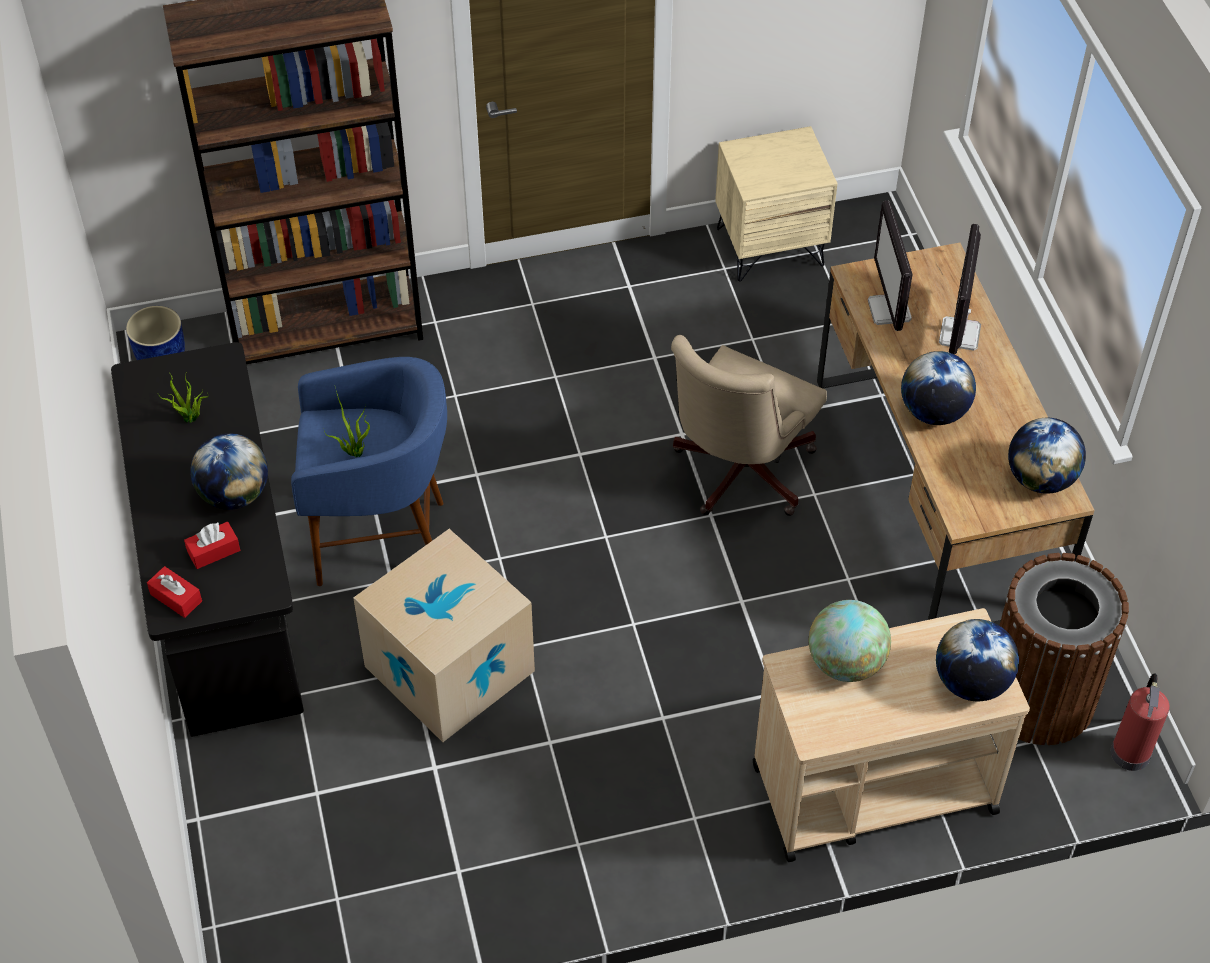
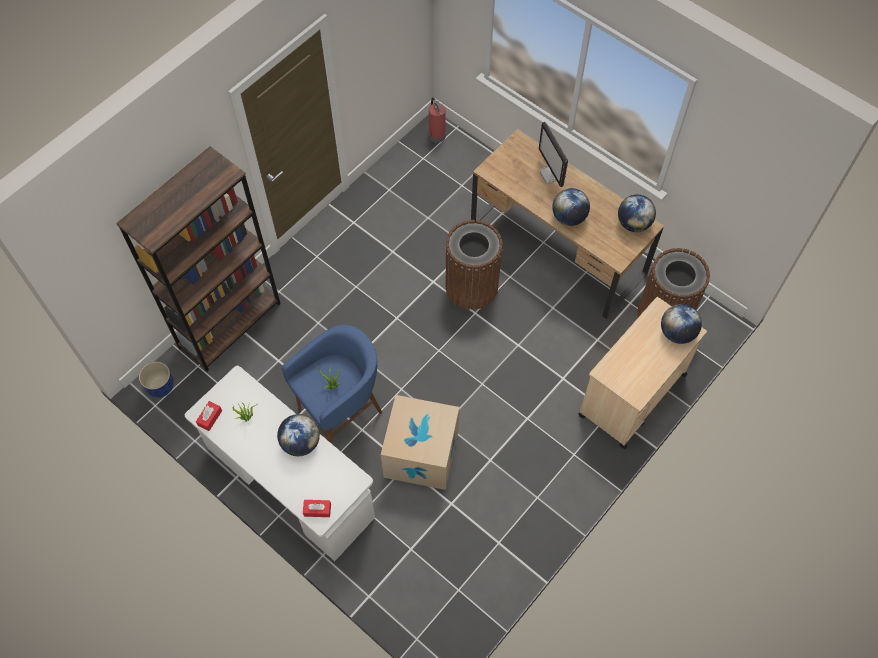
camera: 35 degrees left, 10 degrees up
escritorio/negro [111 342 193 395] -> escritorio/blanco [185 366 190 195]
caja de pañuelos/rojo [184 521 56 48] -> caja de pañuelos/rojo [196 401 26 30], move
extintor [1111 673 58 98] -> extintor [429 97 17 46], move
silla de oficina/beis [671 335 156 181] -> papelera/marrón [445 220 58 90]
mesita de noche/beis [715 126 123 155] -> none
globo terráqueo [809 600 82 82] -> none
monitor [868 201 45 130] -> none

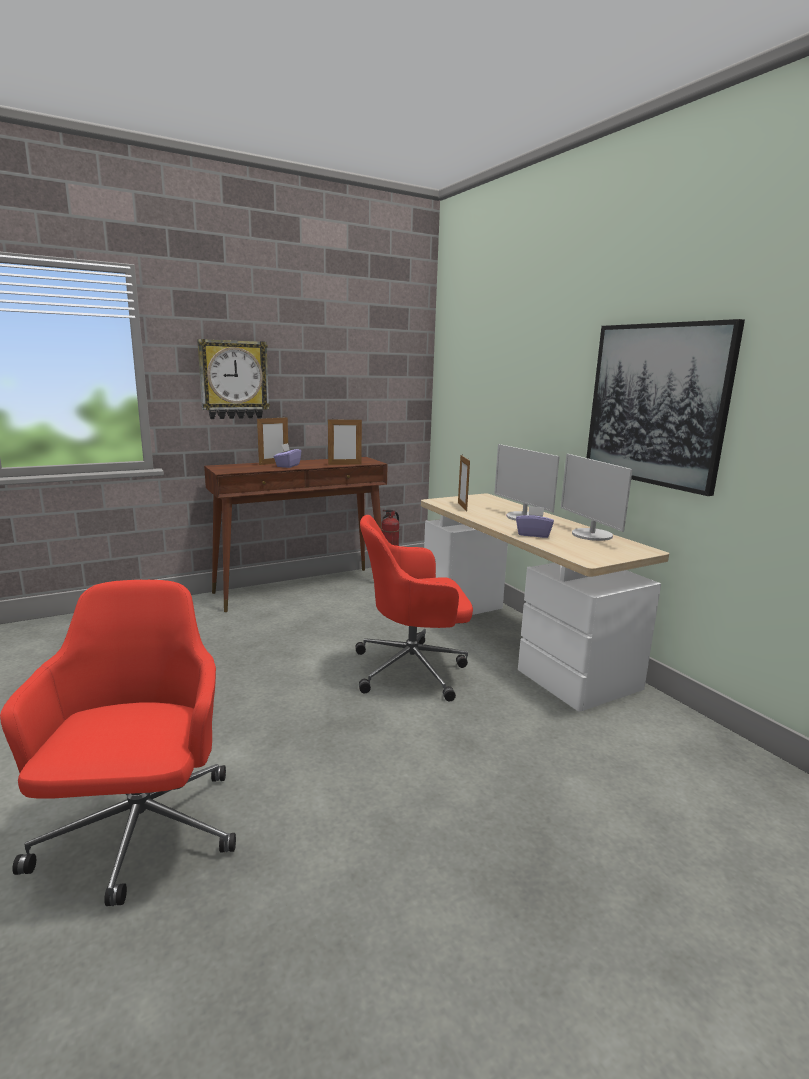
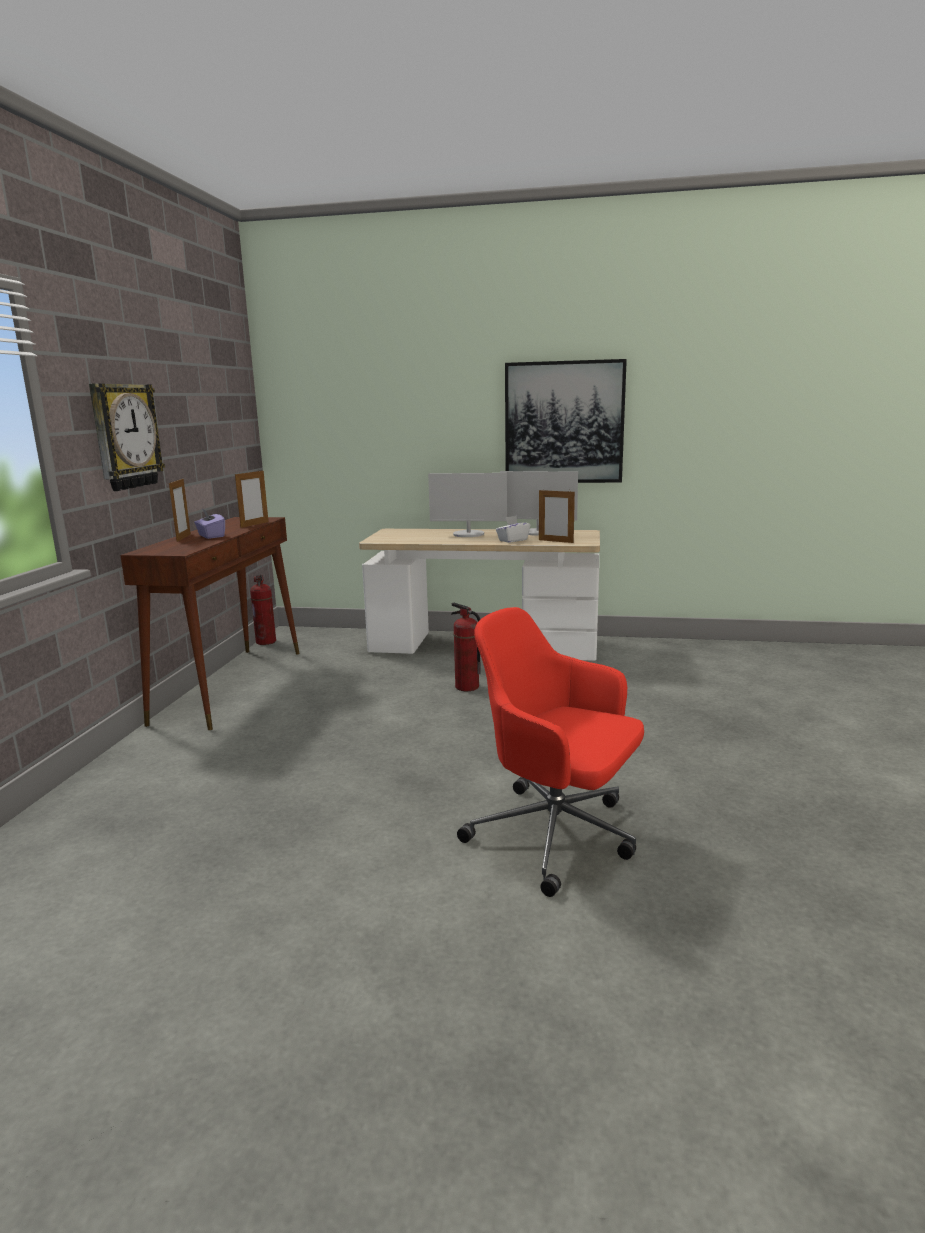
camera: 50 degrees left, 0 degrees up
silla de oficina/rojo [355 515 118 187] -> extintor [451 602 30 89]
caja de pañuelos/morado [516 506 38 32] -> caja de pañuelos/blanco [496 516 34 27]
portarretratos [458 455 12 57] -> portarretratos [539 489 36 54], move

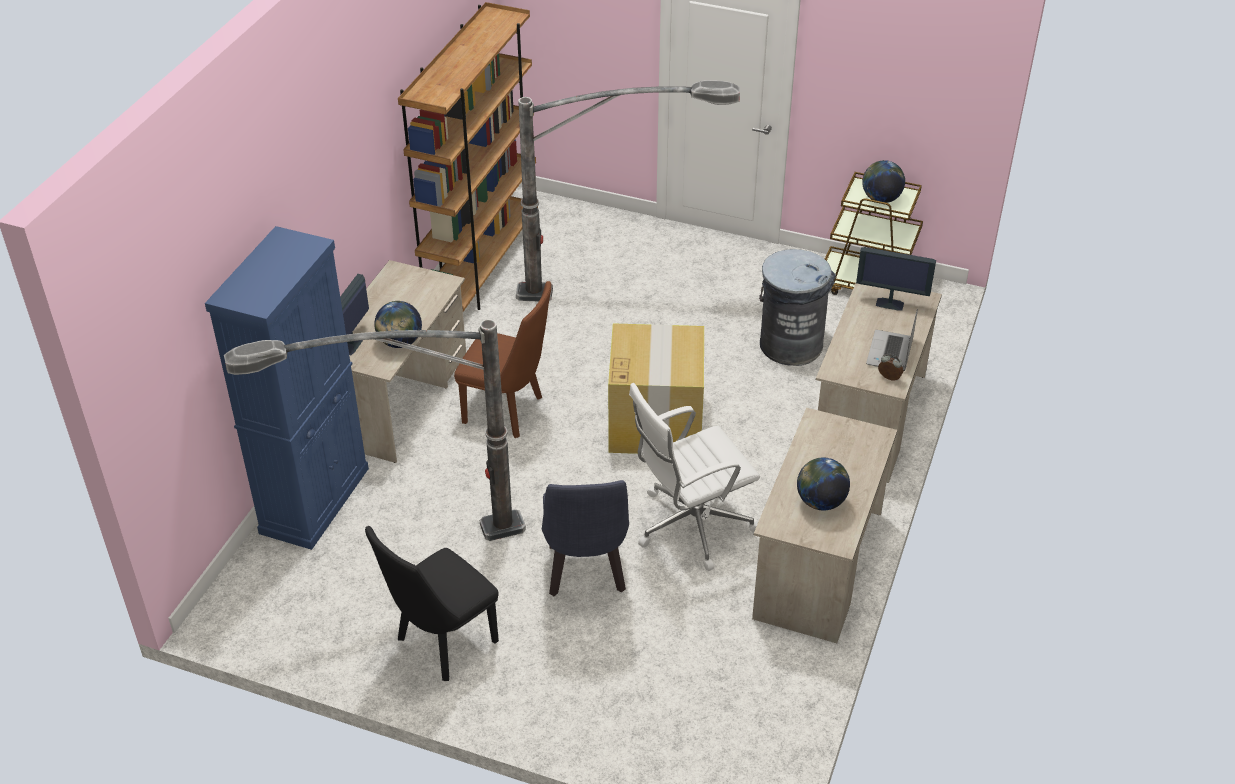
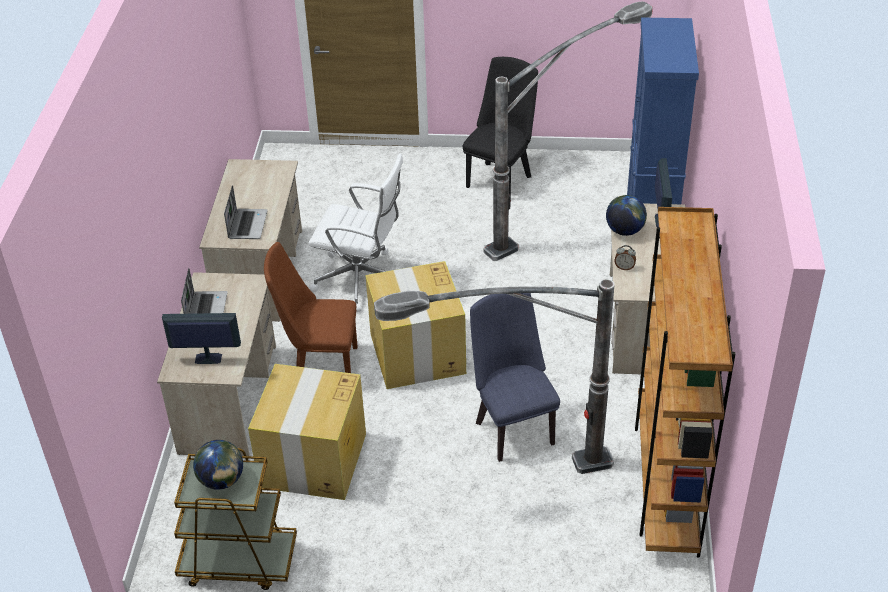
camera: 165 degrees right, 0 degrees up
none -> portátil [224 185 44 54]
papelera/gris [759 249 77 117] -> caja de cartón [248 364 118 136]
silla/marrón [454 281 98 157] -> silla/marrón [264 242 94 131], move
silla de oficina/blanco [629 383 131 188] -> silla de oficina/blanco [308 153 95 159], 60 degrees clockwise
silla/azul [542 480 87 116] -> silla/azul [470 293 90 169], move
despertador [878 354 25 26] -> despertador [614 245 22 25], move
globo terráqueo [797 457 53 54] -> none

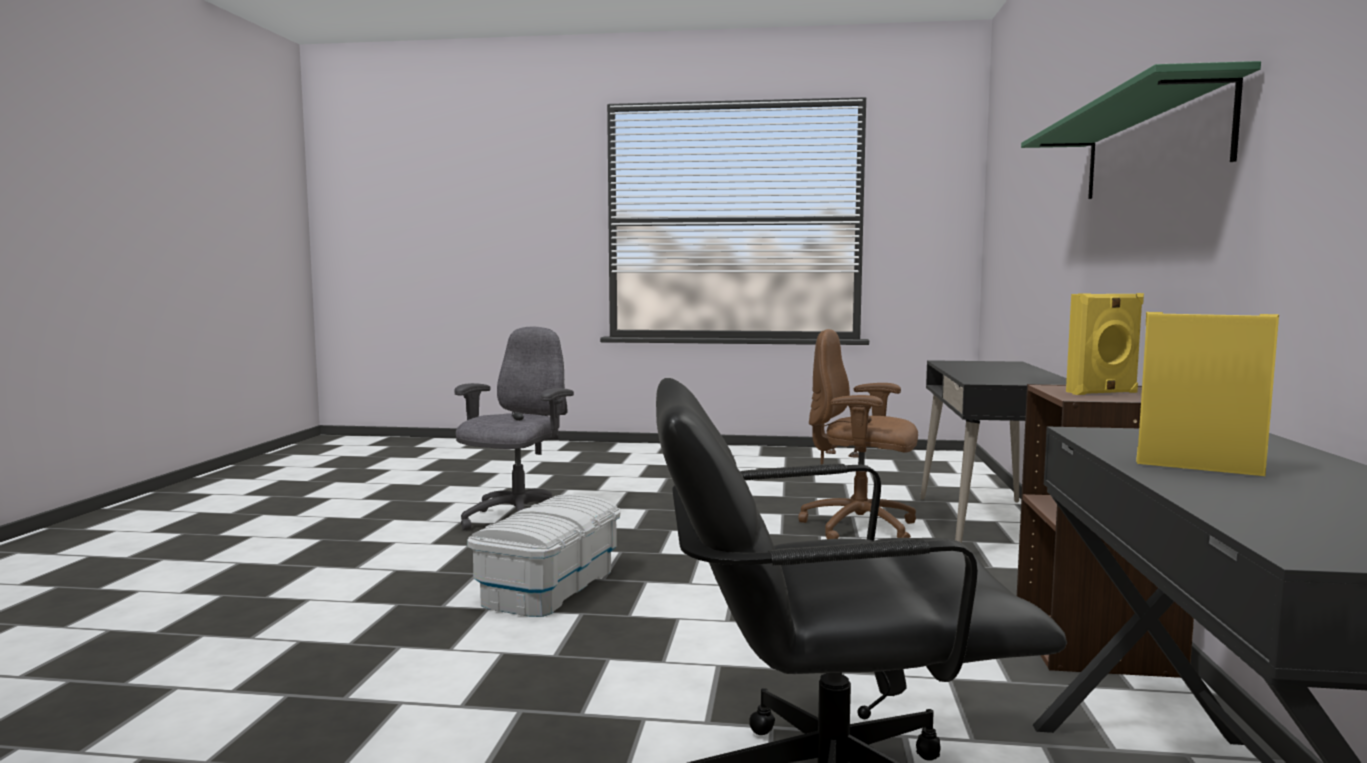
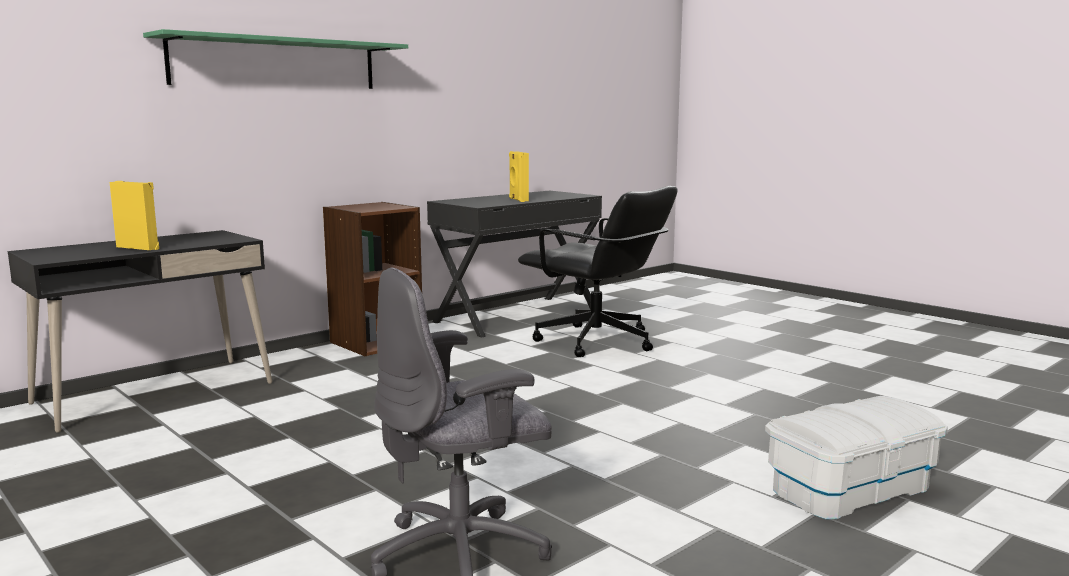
camera: 140 degrees left, 5 degrees up
altavoz/amarillo [1066 293 78 102] -> altavoz/amarillo [110 181 49 69], move
caja de almacenaje/blanco [467 494 154 123] -> caja de almacenaje/blanco [765 396 183 123], move
silla de oficina/marrón [798 329 120 210] -> none

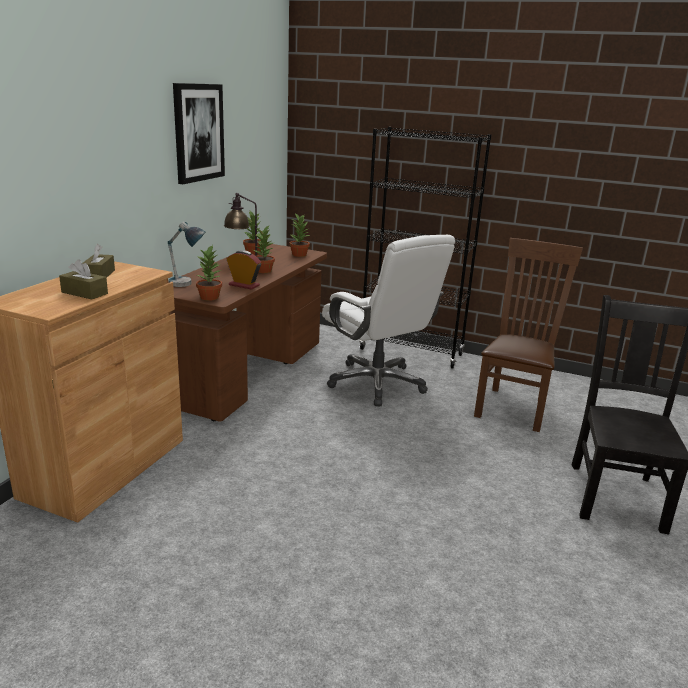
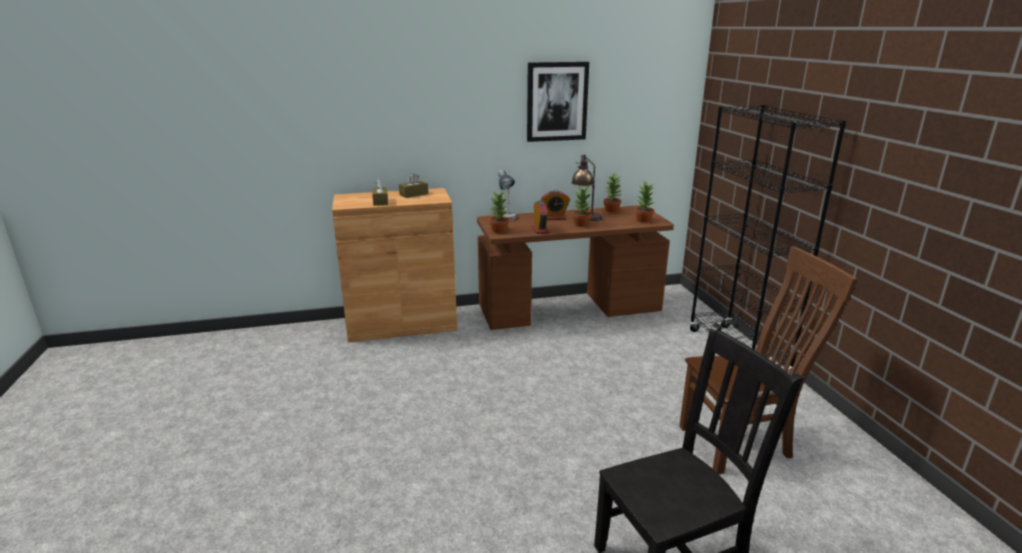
camera: 55 degrees right, 0 degrees up
none -> despertador [541 190 29 30]
silla de oficina/blanco [322 235 133 171] -> none

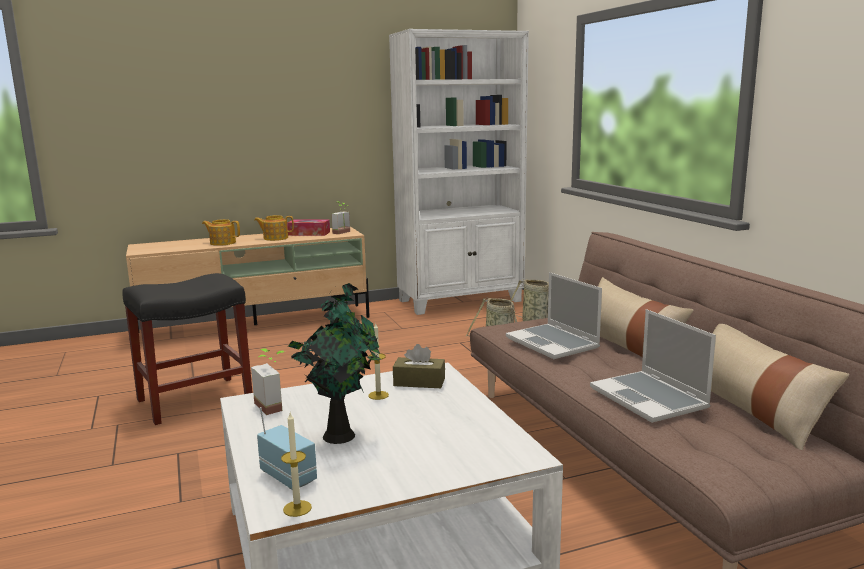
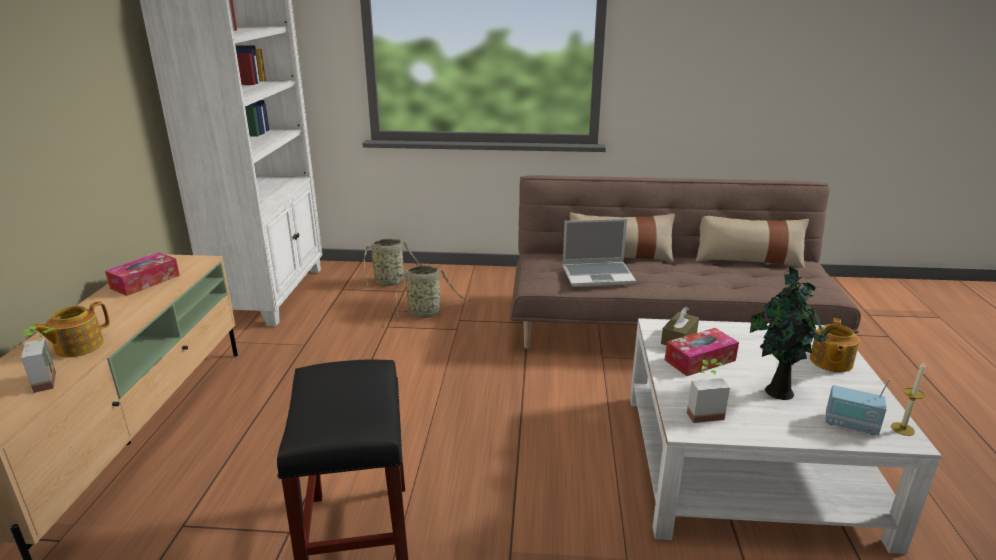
camera: 65 degrees left, 10 degrees up
planta en maceta [331 202 19 32] -> planta en maceta [21 326 35 67], move
vela [368 322 21 78] -> caja de pañuelos [665 328 74 48]
tetera [254 215 40 26] -> tetera [810 318 49 54], move
radio [257 407 60 83] -> radio [825 379 65 57], 135 degrees counterclockwise
portátil [590 309 126 114] -> none

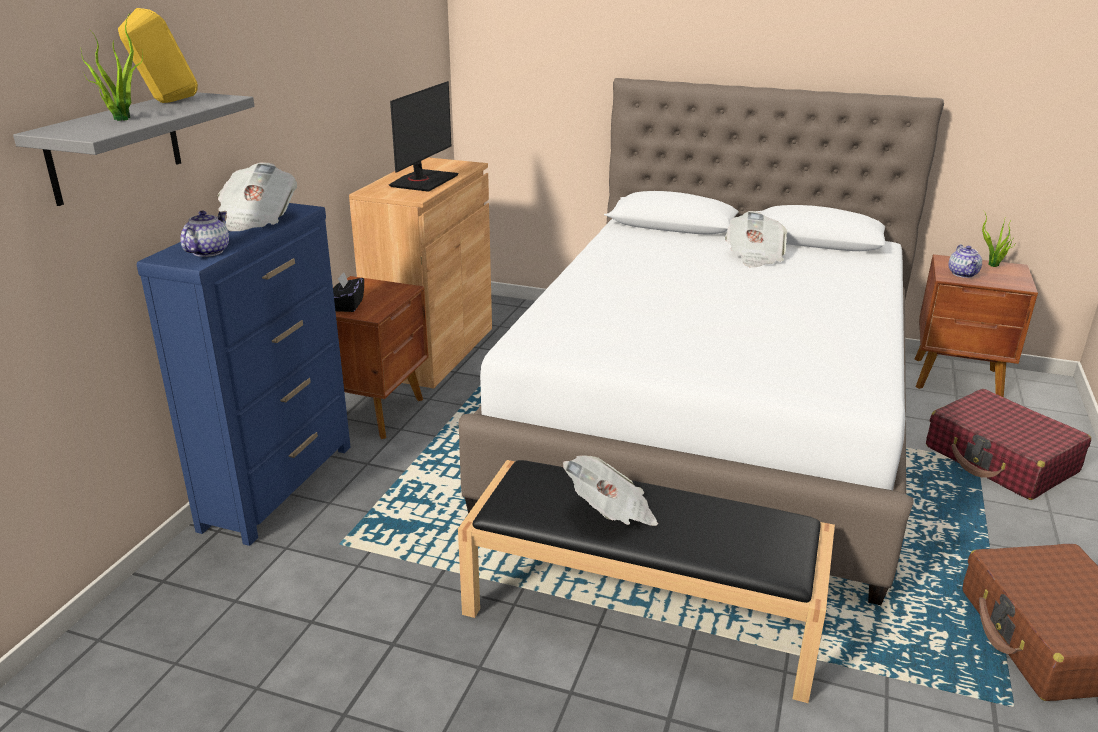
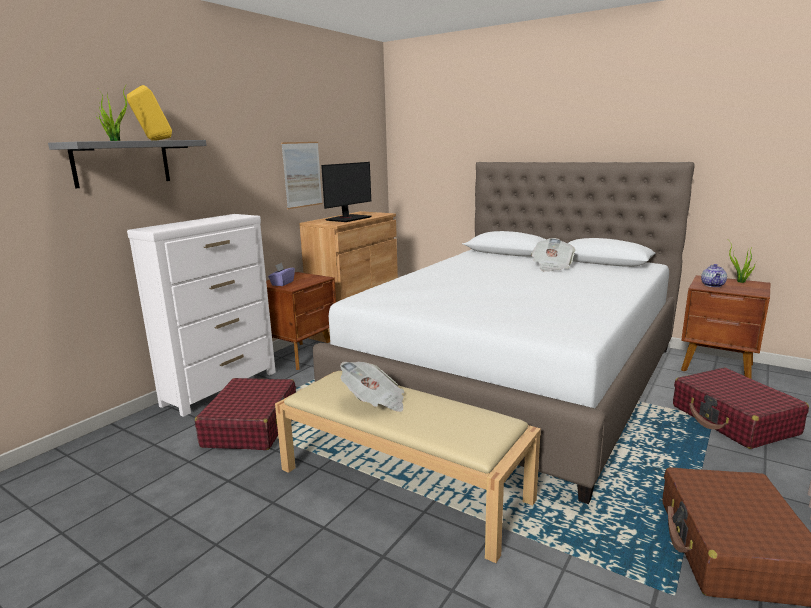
camera: 15 degrees right, 10 degrees down
cómoda/azul [137 203 214 343] -> cómoda/blanco [127 214 149 203]
none -> maleta/rojo [195 378 101 72]
caja de pañuelos/negro [333 272 31 40] -> caja de pañuelos/morado [268 263 27 23]
banco/negro [458 460 377 243] -> banco/beis [275 371 266 192]
none -> cuadro [281 142 42 67]
tetera [180 211 49 46] -> none
periódico [217 162 80 69] -> none

